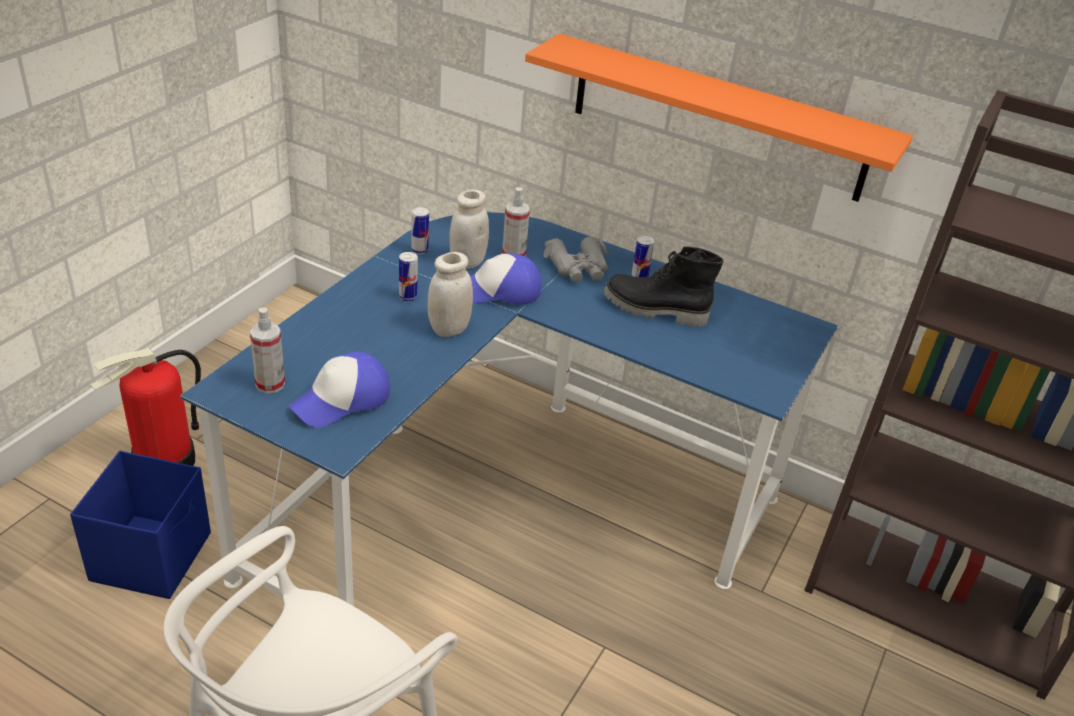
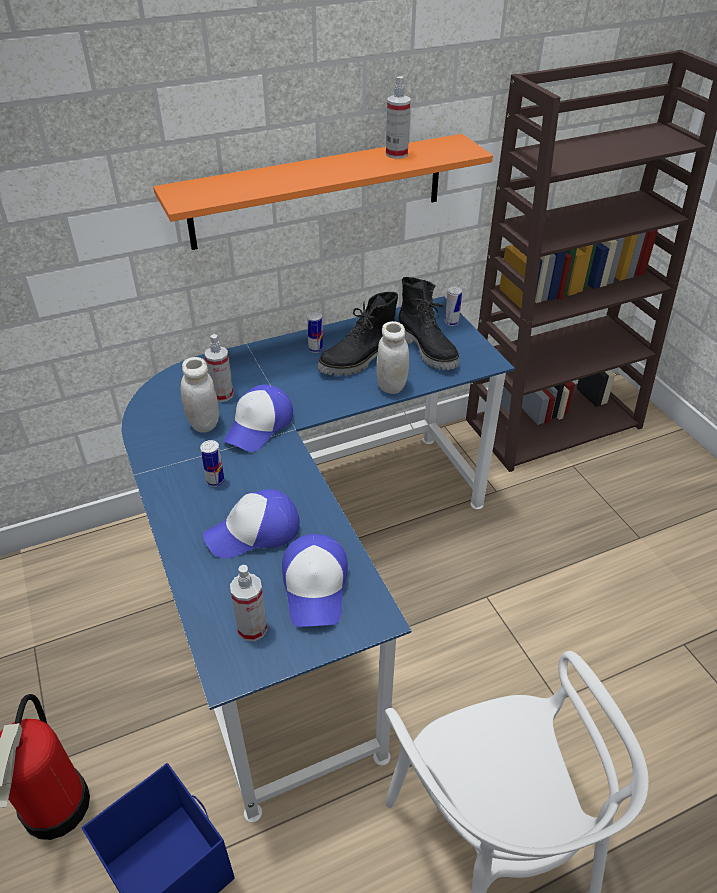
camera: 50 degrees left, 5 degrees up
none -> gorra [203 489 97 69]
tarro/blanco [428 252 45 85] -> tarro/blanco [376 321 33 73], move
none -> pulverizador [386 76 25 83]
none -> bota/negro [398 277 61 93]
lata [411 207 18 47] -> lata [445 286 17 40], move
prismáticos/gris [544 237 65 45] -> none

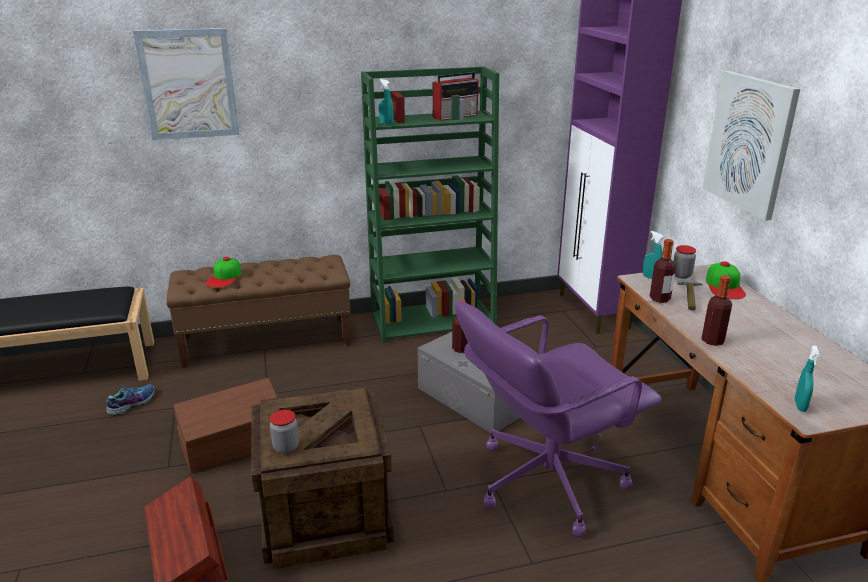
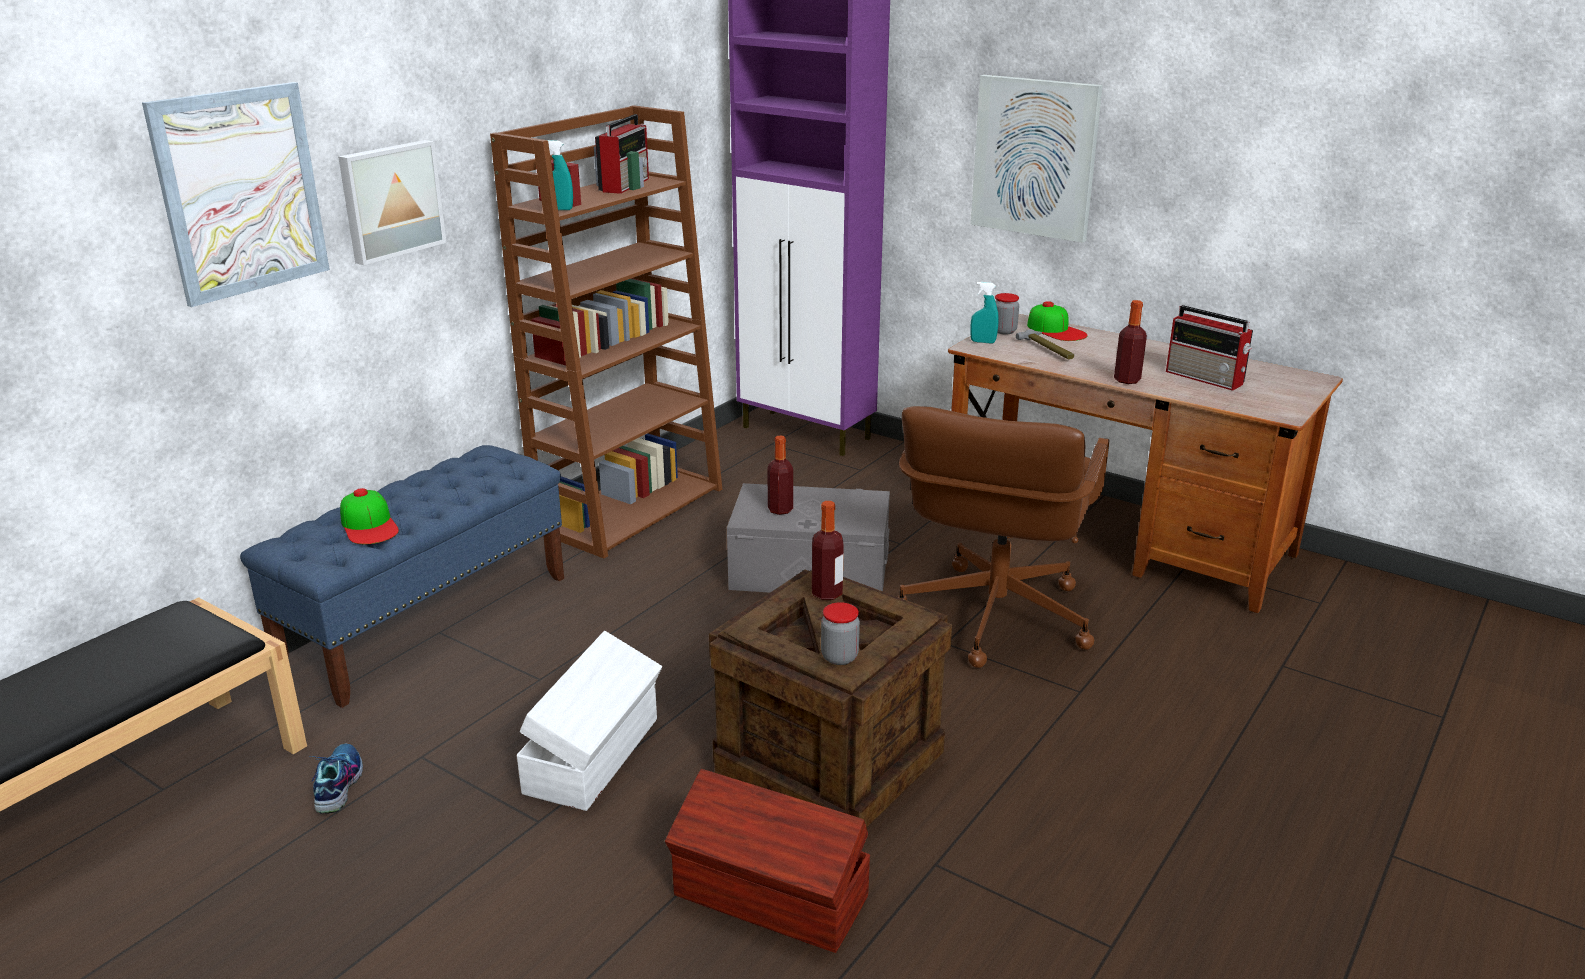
camera: 40 degrees left, 0 degrees up
banco/marrón [166 255 185 113] -> banco/azul [240 445 324 263]
none -> cuadro [338 140 109 125]
estantería/verde [361 66 138 277] -> estantería/marrón [490 105 232 453]
caja de almacenaje/marrón [174 378 103 95] -> caja de almacenaje/blanco [516 631 146 180]
botella [650 239 26 64] -> botella [812 501 32 99], move
silla de oficina/morado [455 301 207 236] -> silla de oficina/marrón [898 406 211 262]
none -> radio [1166 305 87 86]
pulverizador/turquesa [795 346 25 66] -> none

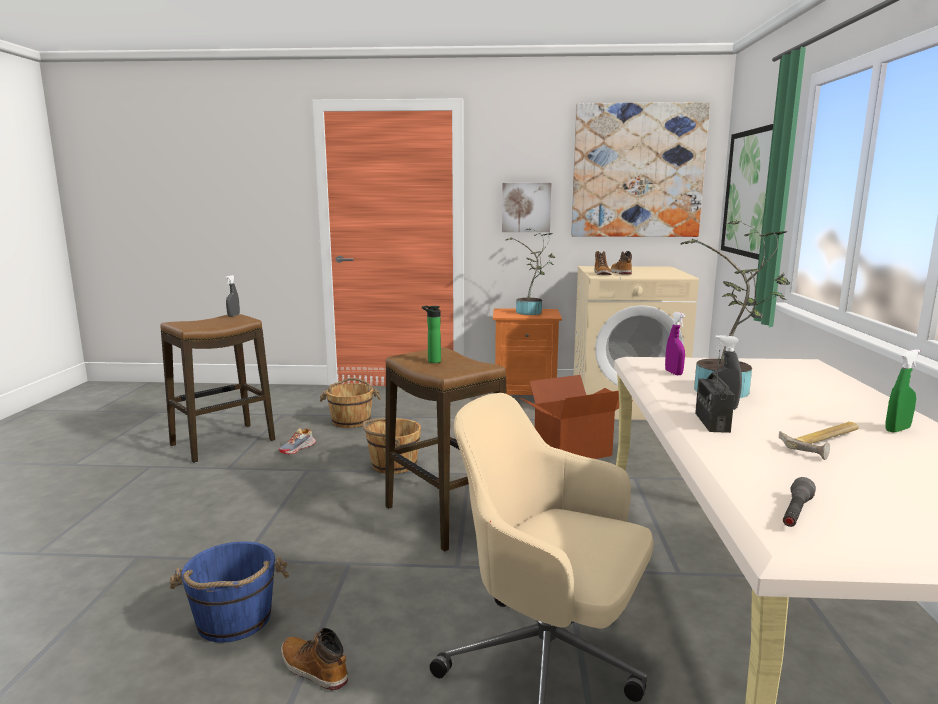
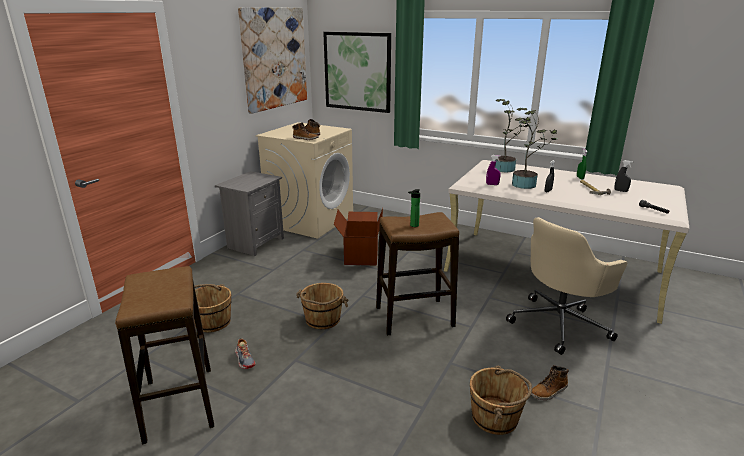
camera: 65 degrees left, 10 degrees up
mesita de noche/naranja [493 308 69 87] -> mesita de noche/gris [215 171 69 86]
cubo/azul [170 541 119 102] -> cubo/marrón [470 366 62 69]
planta en maceta [505 228 50 87] -> planta en maceta [495 99 37 73], move
pulverizador/gris [226 275 14 42] -> pulverizador/gris [614 160 19 32], move
cuadro [502 183 49 49] -> none
radio [695 350 40 83] -> none

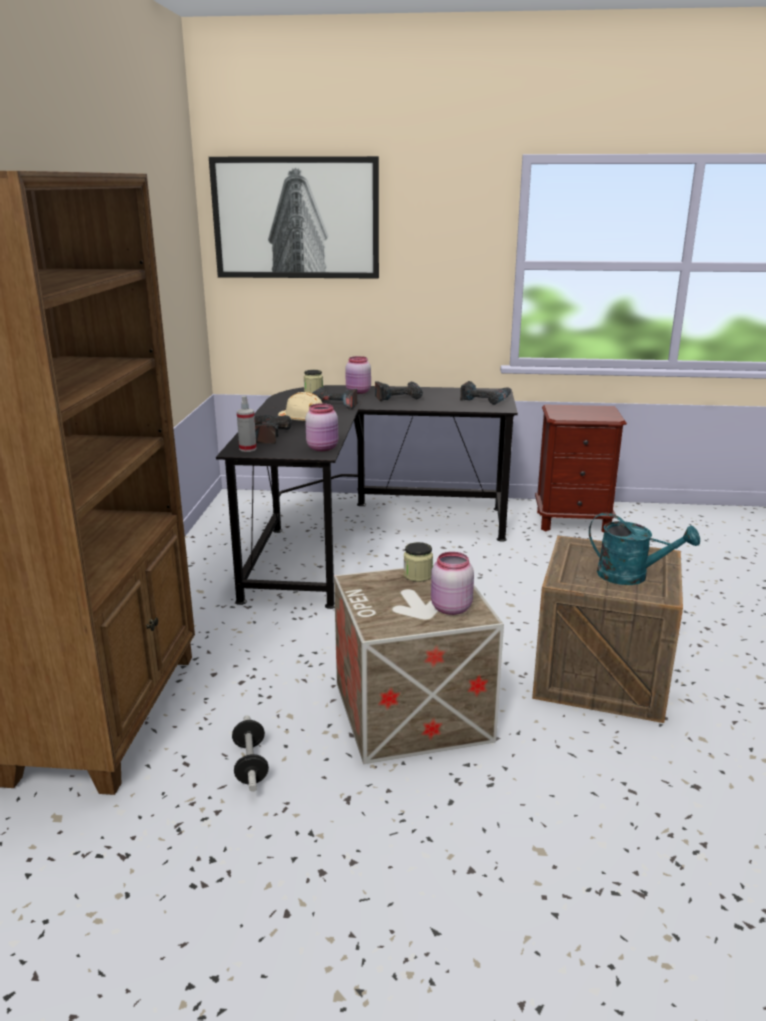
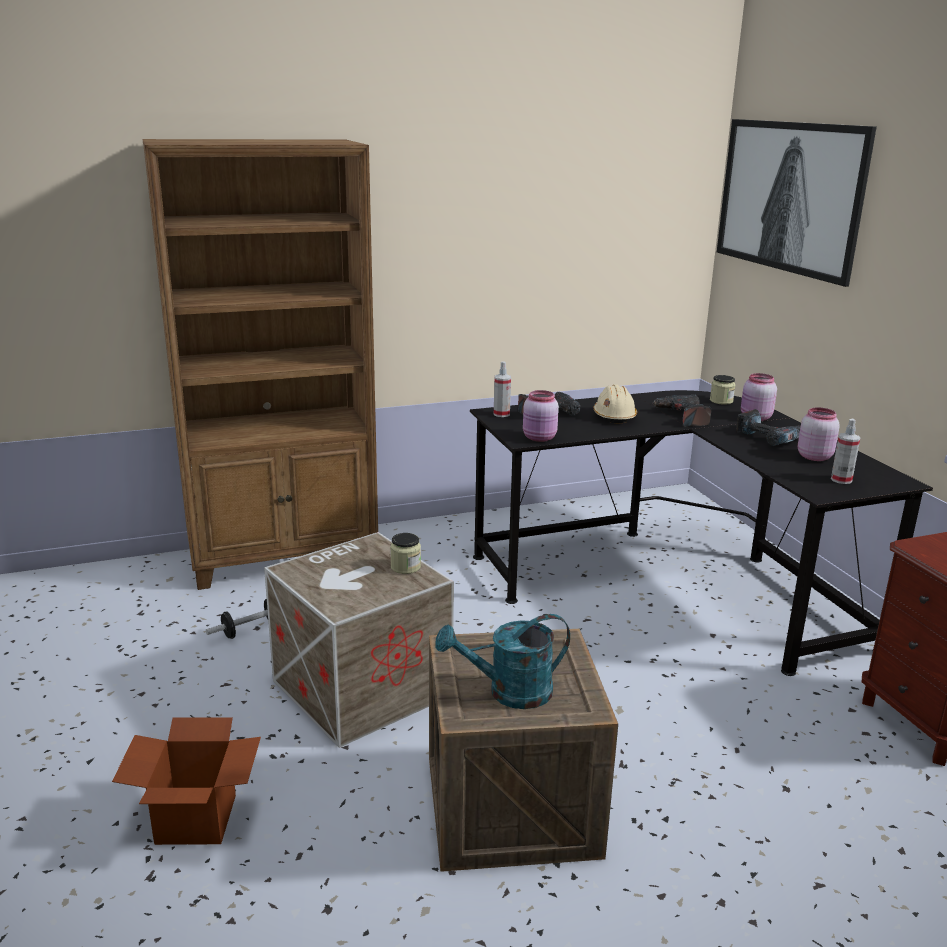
camera: 65 degrees right, 0 degrees up
none -> caja de cartón [112 717 149 128]
regadera/turquesa [589 513 111 72] -> regadera/turquesa [435 614 135 95], 75 degrees clockwise
tarro/rosa [431 552 43 63] -> tarro/rosa [798 407 42 54], move
taladro [460 381 51 24] -> pulverizador [831 419 29 65]

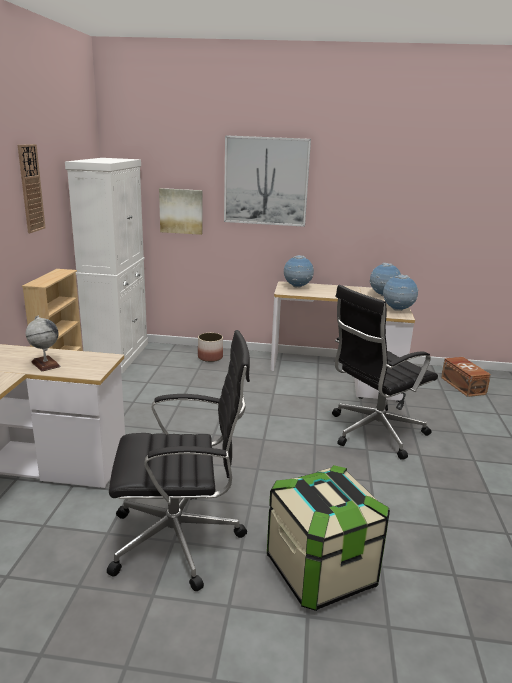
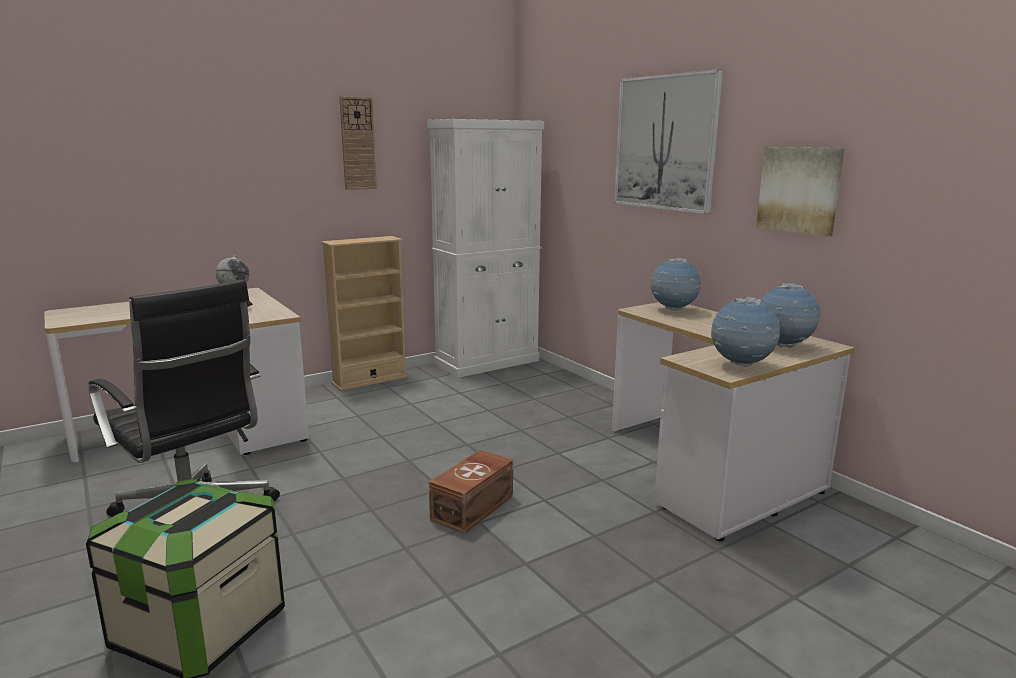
camera: 50 degrees right, 5 degrees down
caja de almacenaje/marrón [441 357 50 40] -> caja de almacenaje/marrón [429 450 84 84], move
cuadro [159 188 43 47] -> cuadro [756 147 89 90], move
maceta [198 333 25 29] -> none
silla de oficina/negro [332 285 106 175] -> none

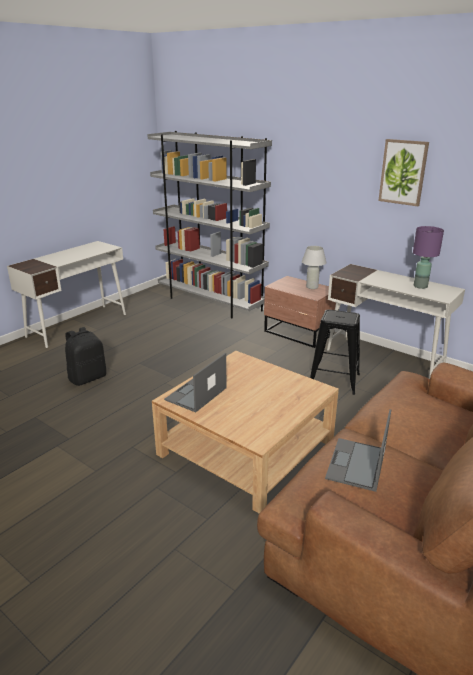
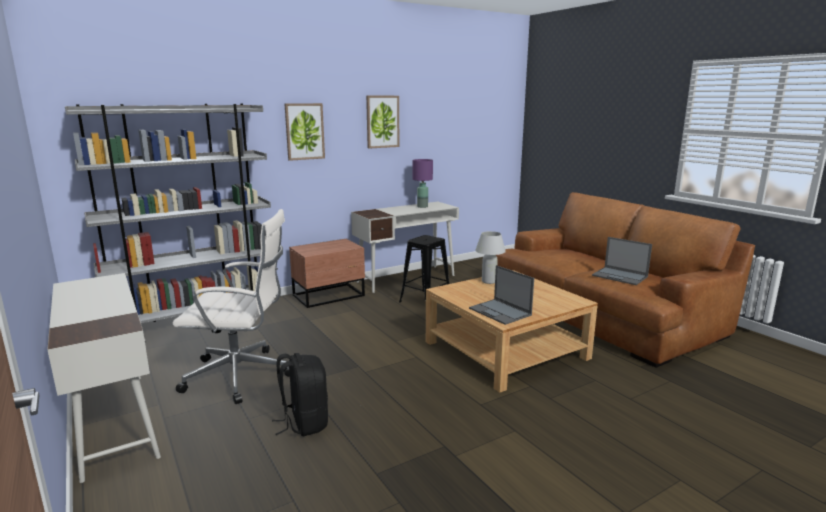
camera: 70 degrees left, 10 degrees down
none -> silla de oficina/blanco [172 209 118 195]
none -> cuadro [285 103 40 58]
lámpara de mesa/blanco [302 246 24 43] -> lámpara de mesa/blanco [475 231 31 53], move

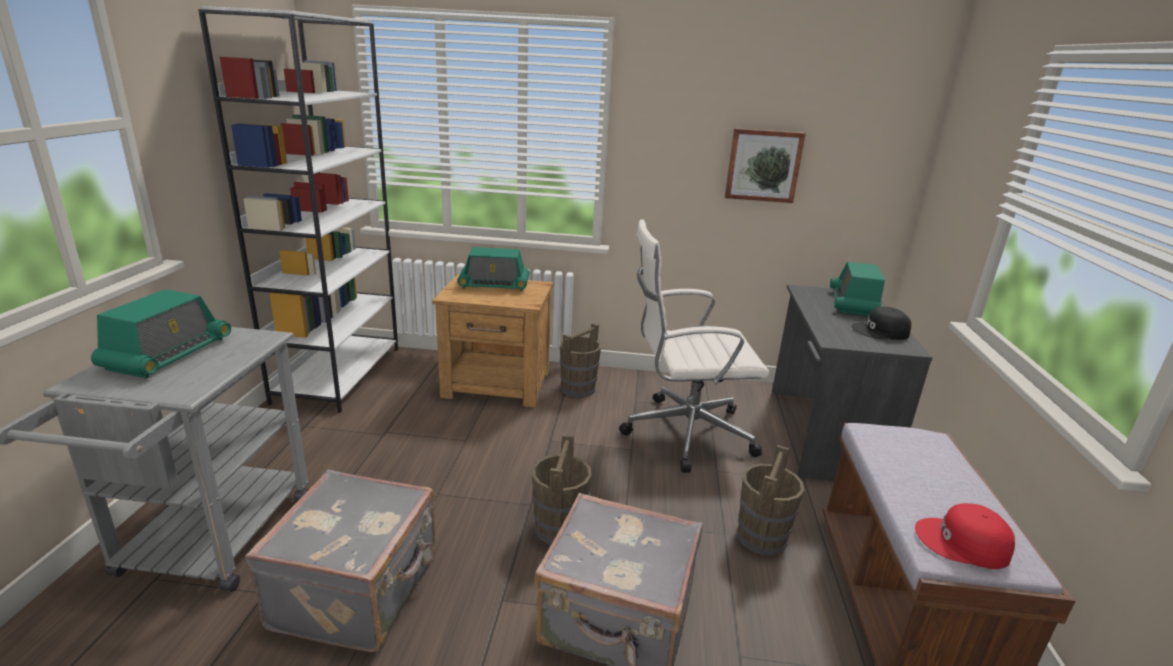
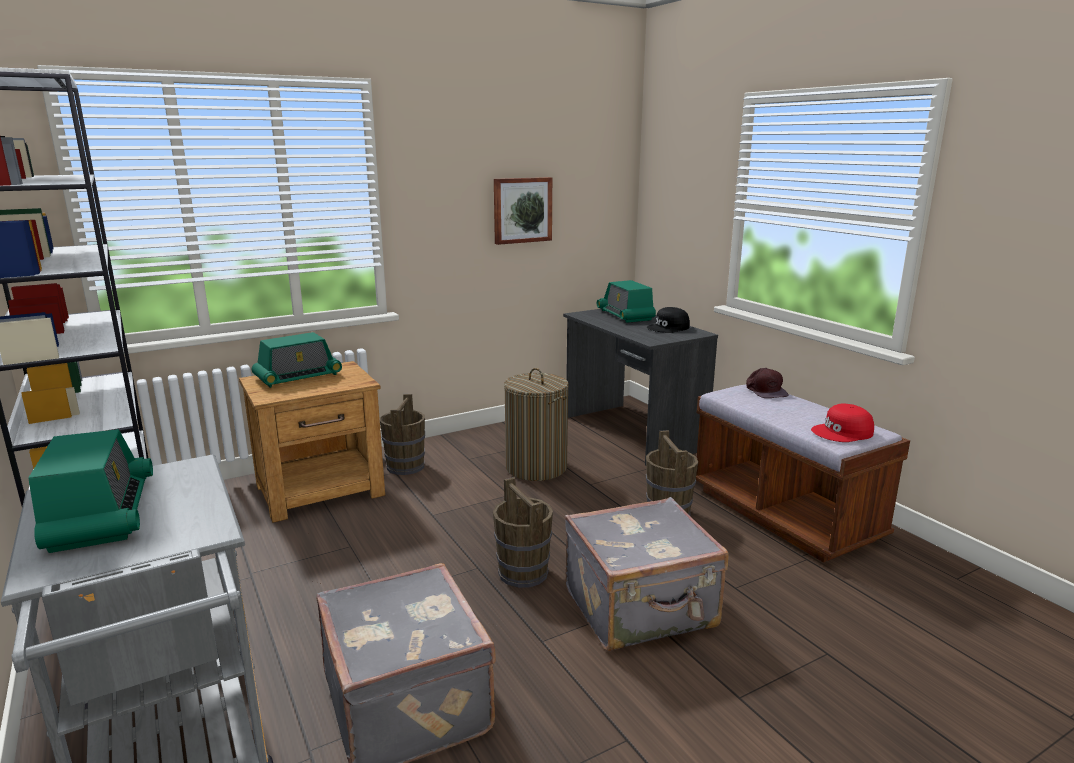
camera: 35 degrees left, 5 degrees down
silla de oficina/blanco [619 219 151 254] -> cesto de la ropa [504 368 65 113]
none -> gorra/marrón [746 368 42 30]

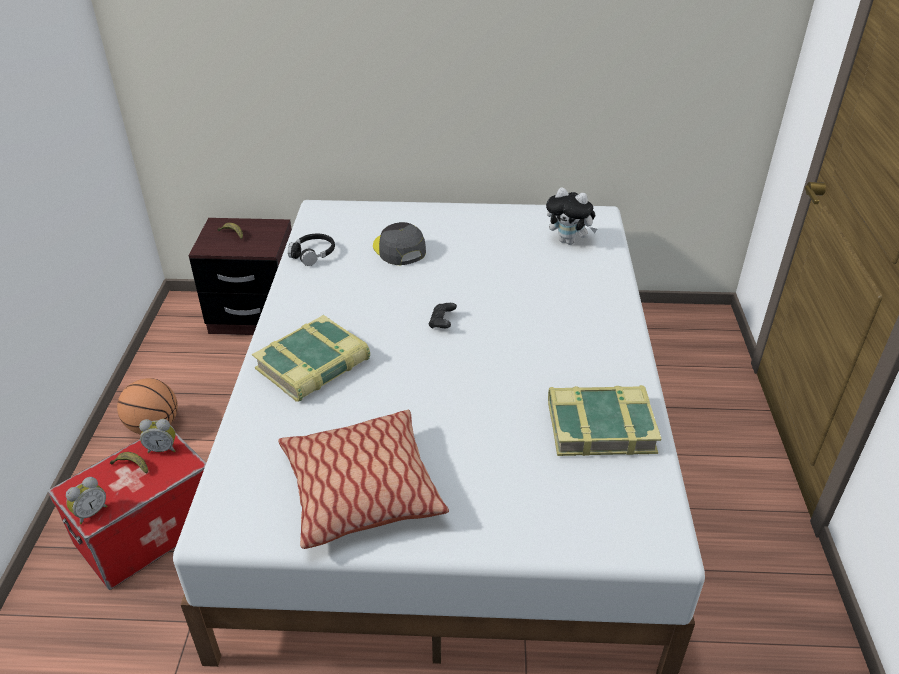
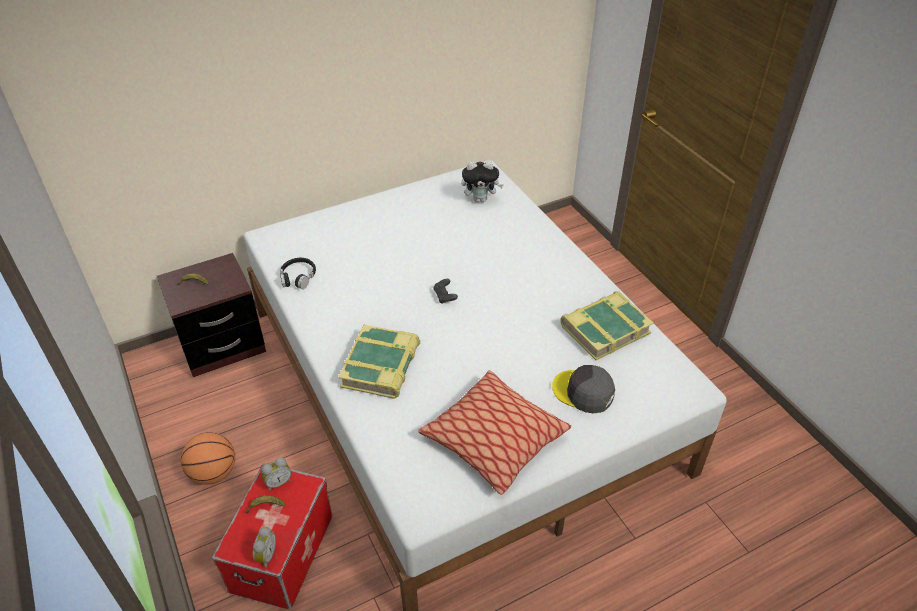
camera: 30 degrees left, 5 degrees up
gorra/gris [373 222 53 43] -> gorra/gris [552 365 63 48], move

